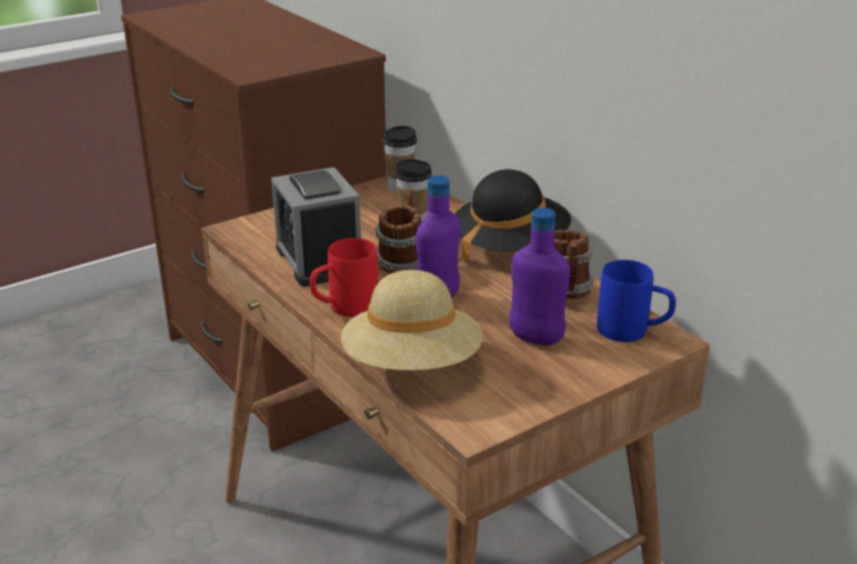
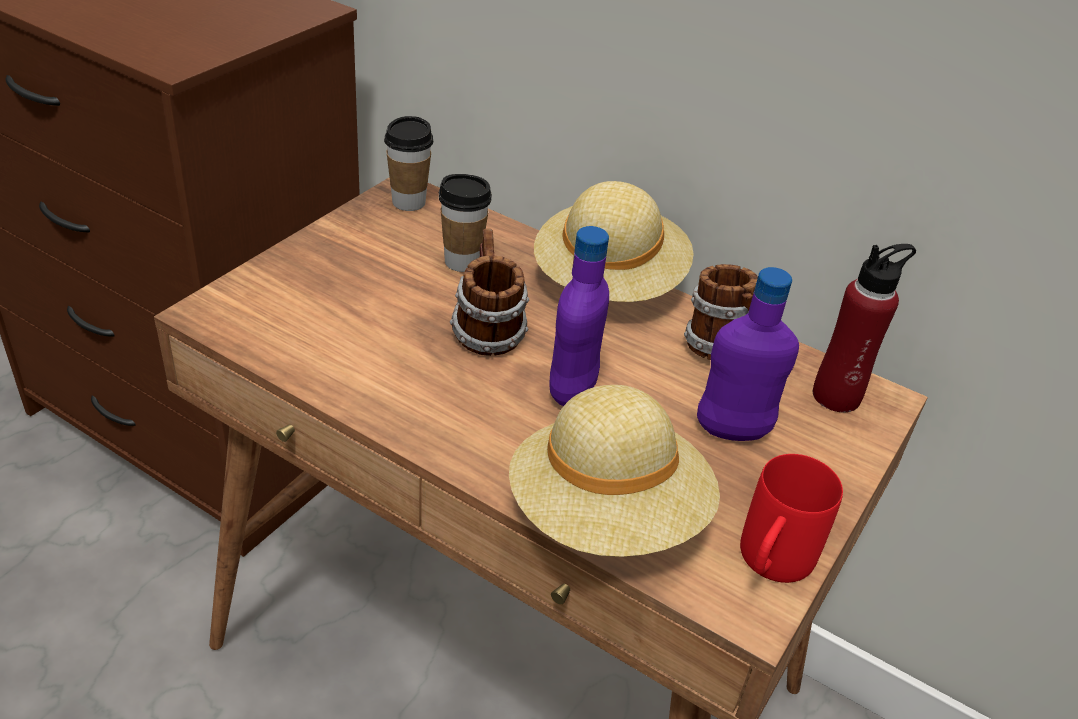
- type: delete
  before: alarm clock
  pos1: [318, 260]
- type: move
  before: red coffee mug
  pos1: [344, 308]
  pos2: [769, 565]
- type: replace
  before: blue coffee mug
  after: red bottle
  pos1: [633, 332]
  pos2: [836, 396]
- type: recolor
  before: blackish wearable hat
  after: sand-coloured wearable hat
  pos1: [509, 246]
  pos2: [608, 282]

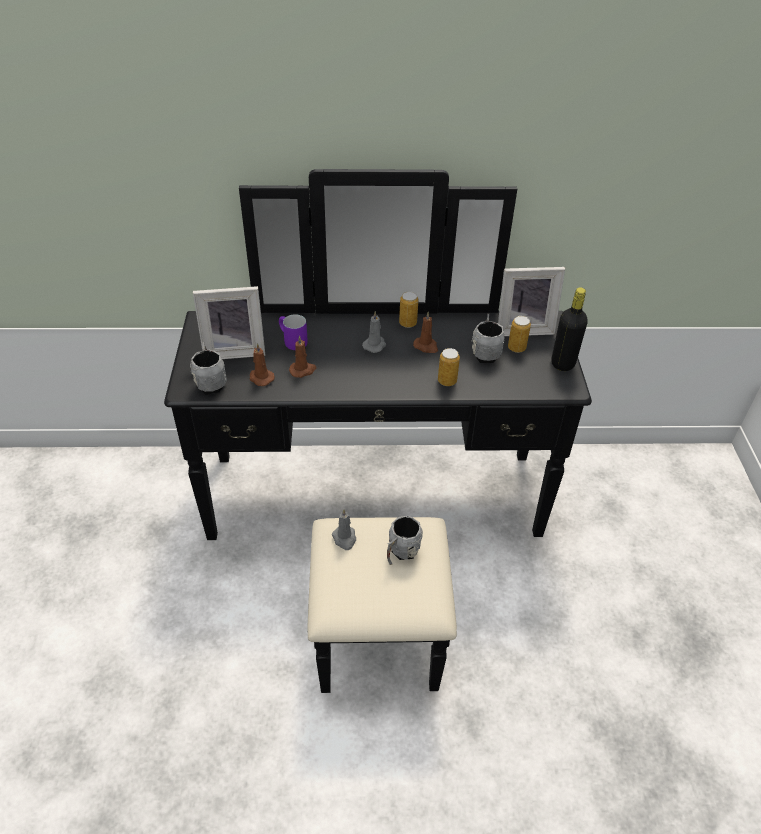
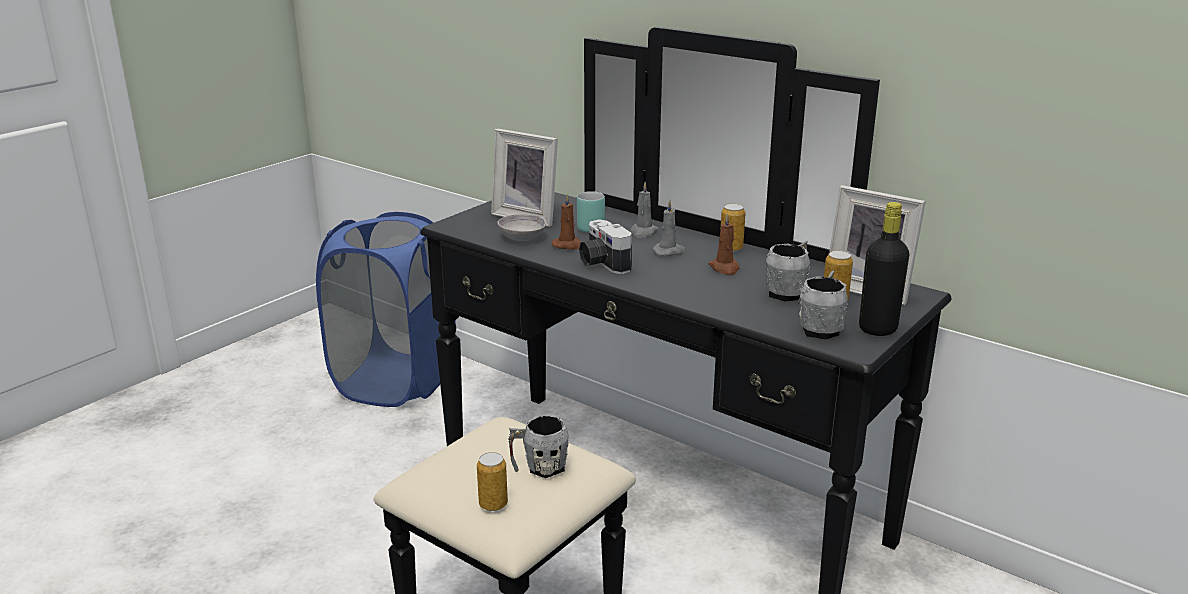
- type: insert
  after: blue washing basket
  pos2: [395, 380]
- type: insert
  after: photo camera
  pos2: [601, 263]
- type: move
  before: gray coffee mug
  pos1: [210, 382]
  pos2: [821, 328]
- type: move
  before: gray candle
  pos1: [344, 539]
  pos2: [643, 232]
- type: move
  before: sealed can
  pos1: [447, 381]
  pos2: [493, 504]
- type: replace
  before: brown candle
  after: gray deep dish
  pos1: [260, 378]
  pos2: [522, 238]
- type: recolor
  before: purple-coloured coffee mug
  after: turquoise-coloured coffee mug
  pos1: [291, 342]
  pos2: [588, 227]

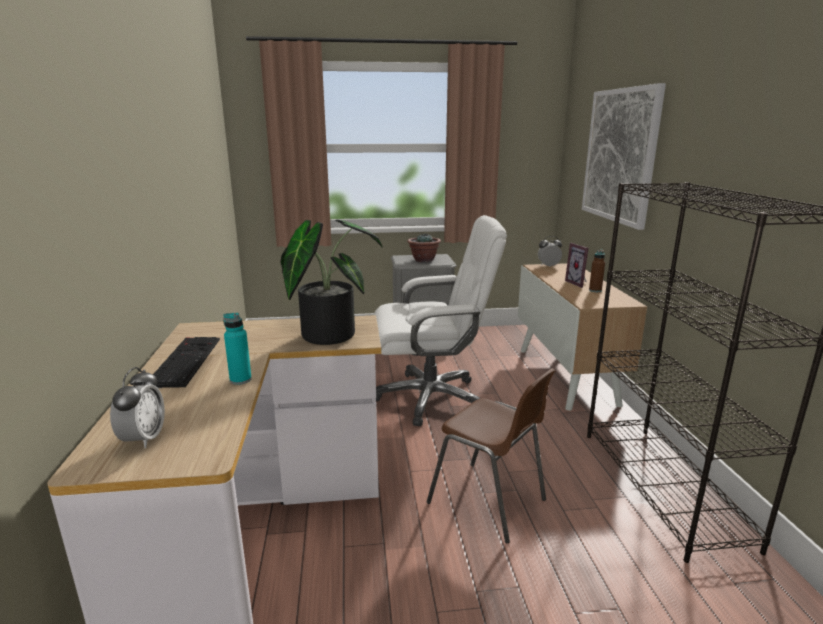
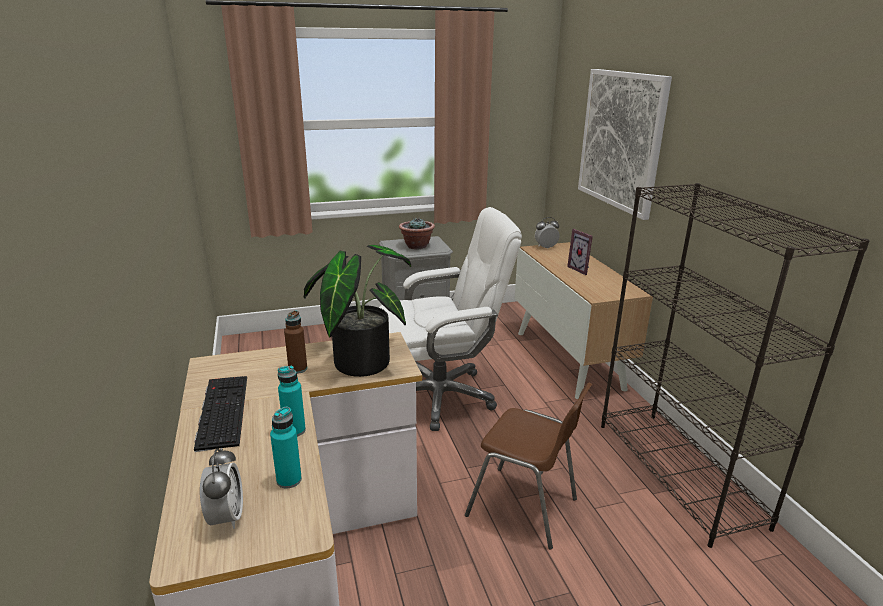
- type: insert
  after: turquoise-coloured bottle
  pos2: [289, 480]
- type: move
  before: brown bottle
  pos1: [595, 290]
  pos2: [298, 369]

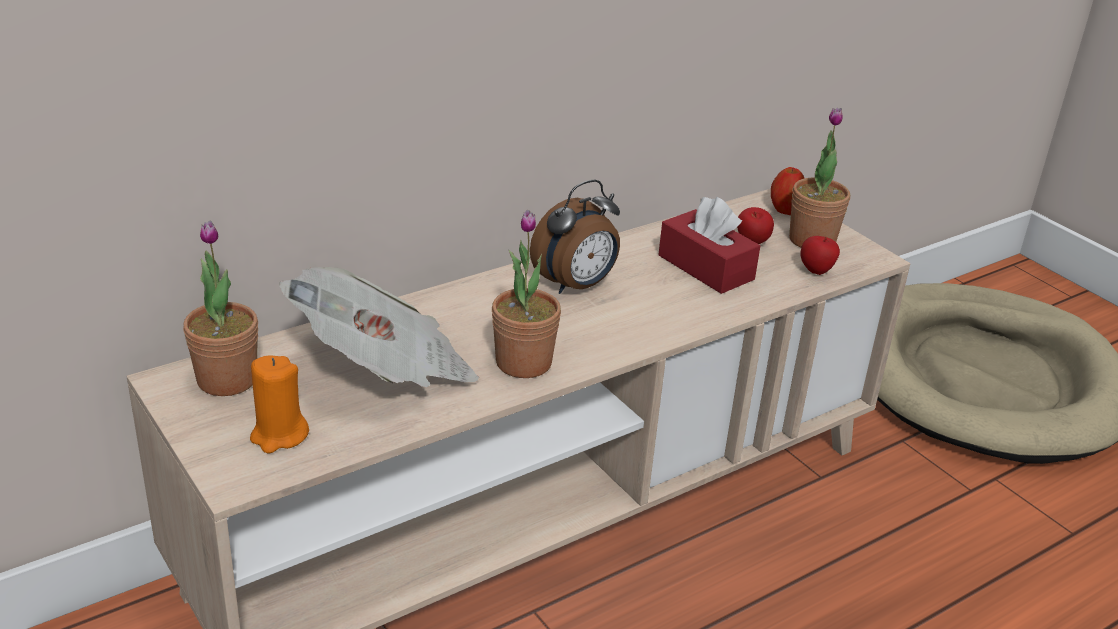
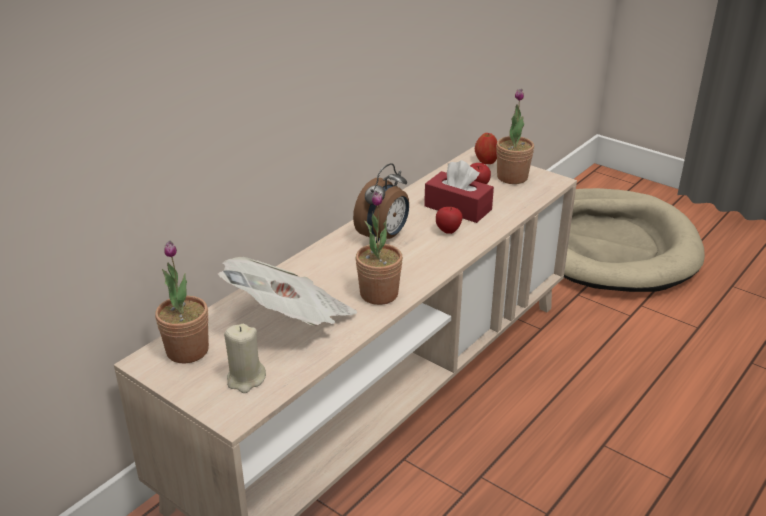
- type: move
  before: whole apple
  pos1: [816, 271]
  pos2: [448, 231]
- type: recolor
  before: orange candle
  after: sand-coloured candle
  pos1: [279, 435]
  pos2: [245, 379]

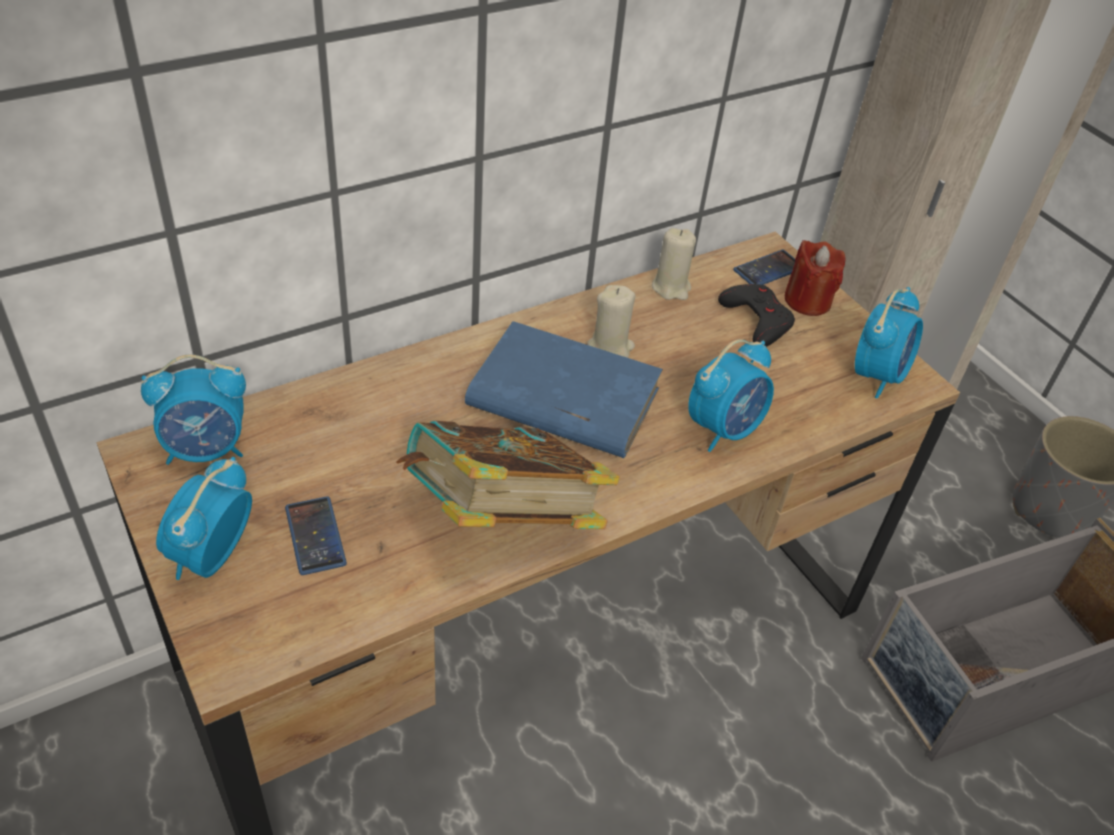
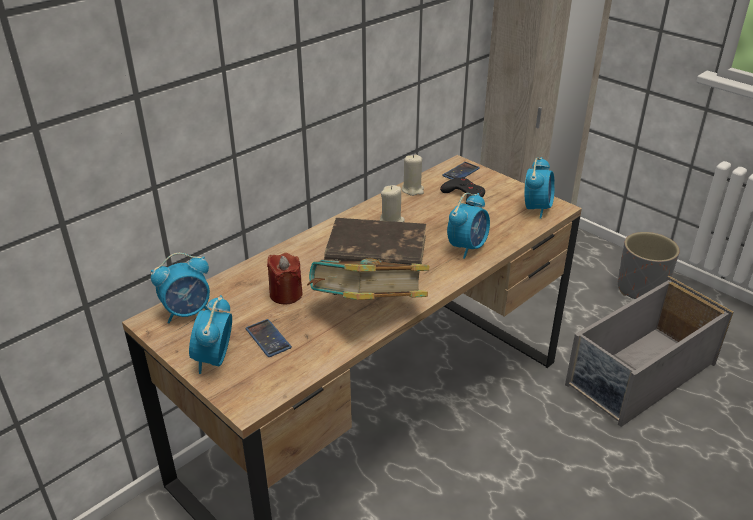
- type: move
  before: red candle
  pos1: [807, 301]
  pos2: [286, 294]
- type: recolor
  before: blue bound book
  after: brown bound book
  pos1: [562, 397]
  pos2: [375, 250]

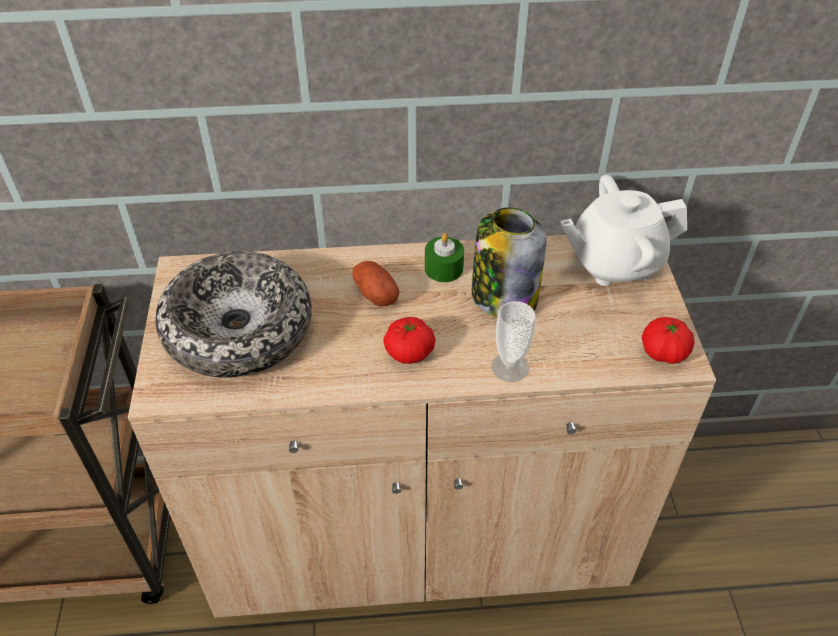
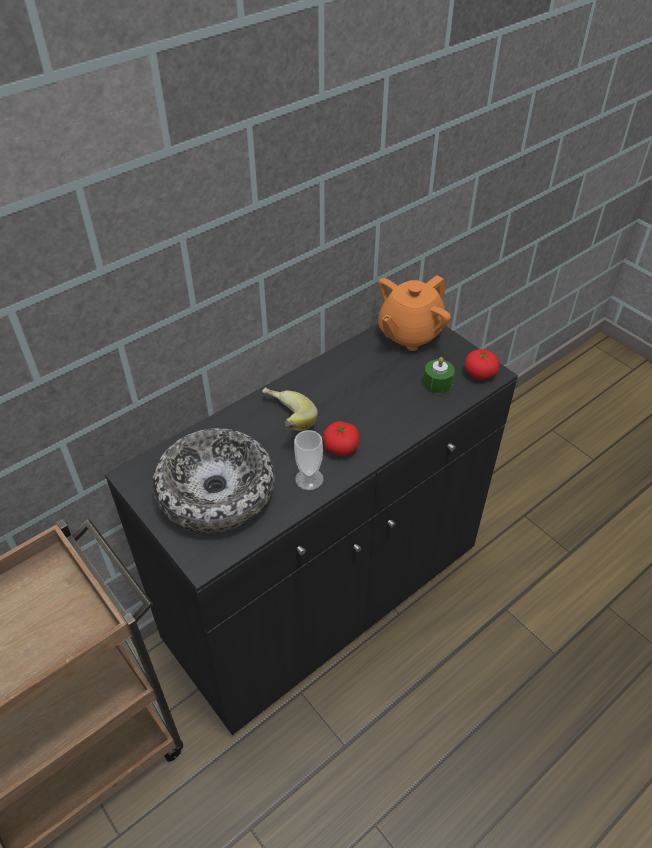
- type: delete
  before: storage jar
  pos1: [503, 296]
- type: move
  before: green candle
  pos1: [443, 268]
  pos2: [437, 383]
- type: move
  before: drinking cup
  pos1: [510, 367]
  pos2: [309, 479]
- type: replace
  before: spud
  after: whole banana
  pos1: [375, 294]
  pos2: [285, 422]
- type: recolor
  before: sand-coloured cupboard
  after: blackish cupboard
  pos1: [418, 532]
  pos2: [325, 592]
- type: recolor
  before: whitish pot for tea
  after: orange pot for tea
  pos1: [614, 263]
  pos2: [409, 334]

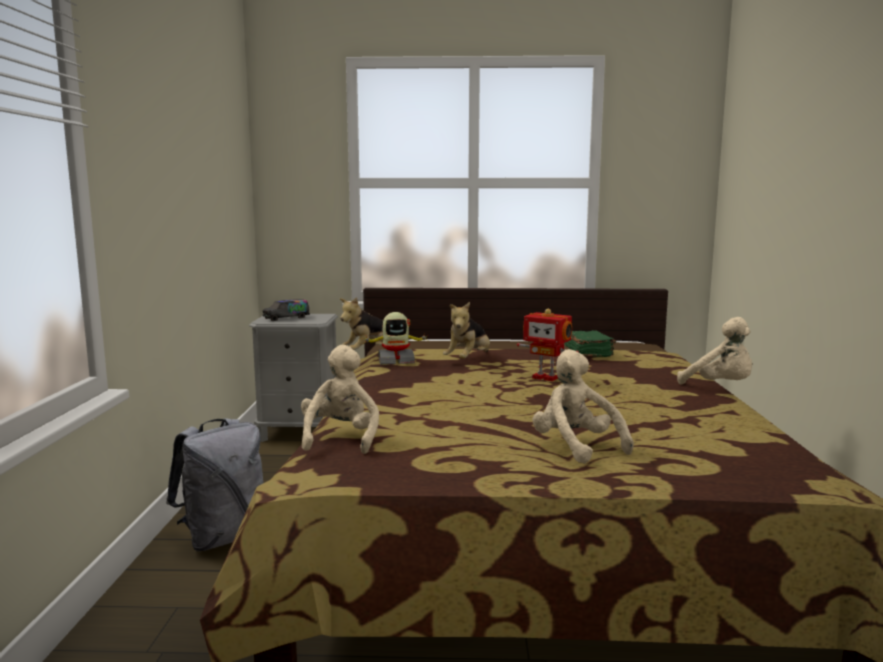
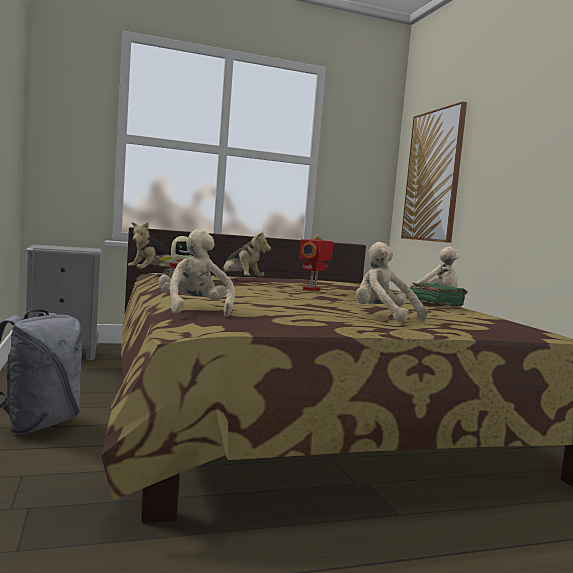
- type: delete
  before: toy truck
  pos1: [286, 318]
- type: insert
  after: picture
  pos2: [433, 176]
- type: move
  before: green bound book
  pos1: [588, 353]
  pos2: [435, 304]
- type: rotate
  before: plush toy
  pos1: [468, 360]
  pos2: [240, 280]
  turn: -60
- type: rotate
  before: model robot
  pos1: [545, 378]
  pos2: [312, 289]
  turn: 105

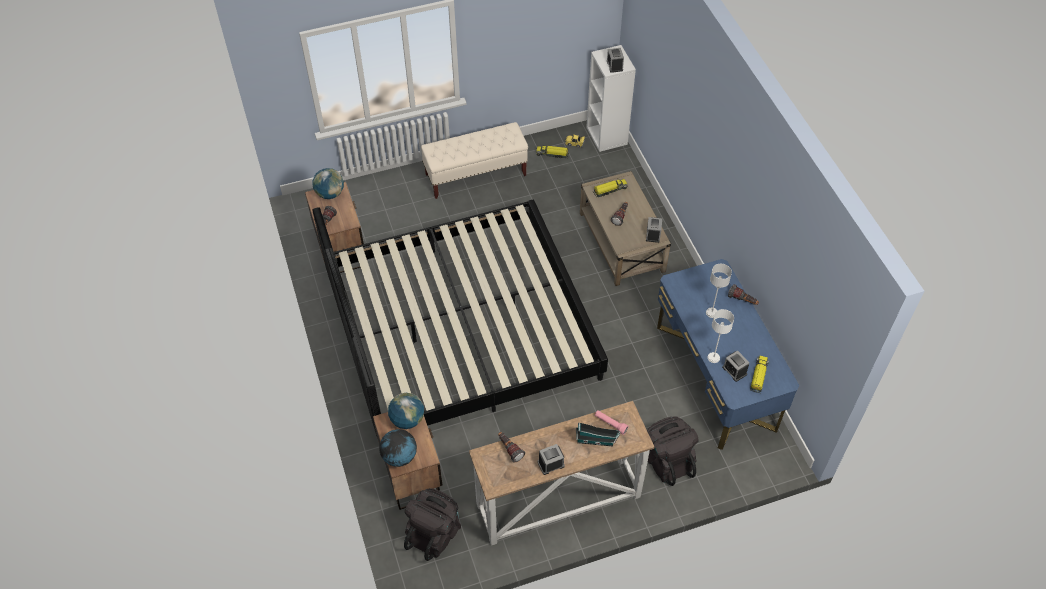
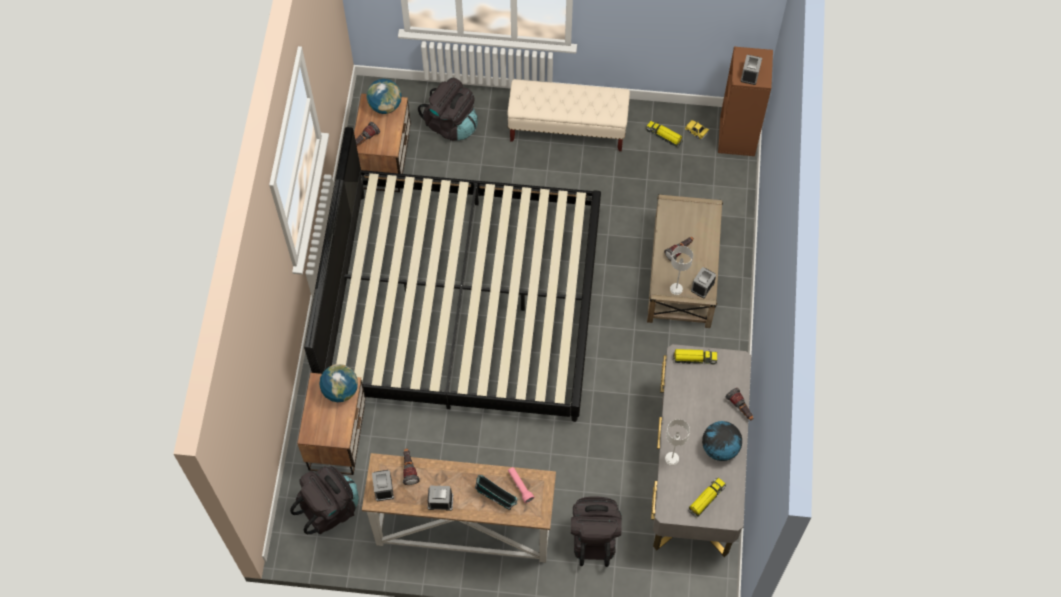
- type: insert
  after: blackish rucksack
  pos2: [451, 124]
- type: move
  before: desk globe
  pos1: [399, 457]
  pos2: [719, 448]
- type: move
  before: toy truck
  pos1: [609, 190]
  pos2: [694, 358]
- type: move
  before: gray table lamp
  pos1: [711, 313]
  pos2: [676, 289]
- type: move
  before: alarm clock
  pos1: [734, 370]
  pos2: [383, 488]
- type: recolor
  before: whitish bookcase
  after: brown bookcase
  pos1: [607, 136]
  pos2: [737, 136]
- type: recolor
  before: blue desk table
  after: gray desk table
  pos1: [715, 377]
  pos2: [695, 469]

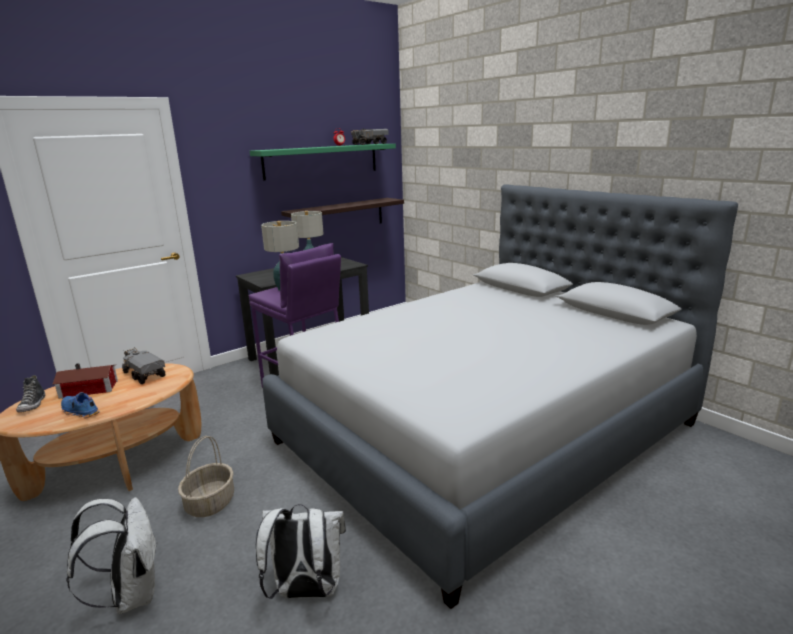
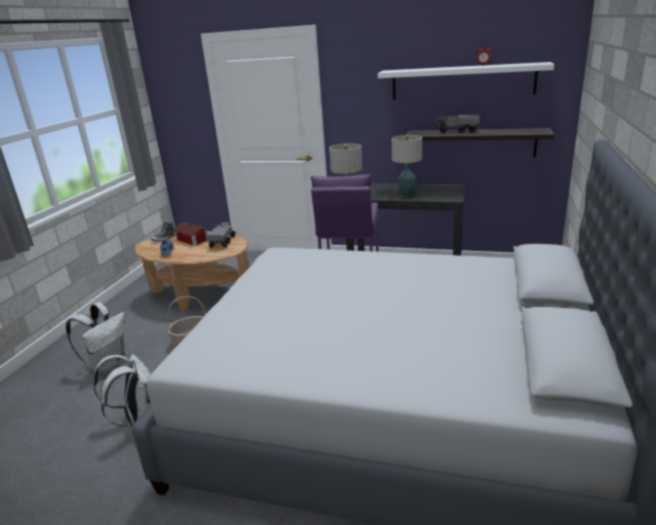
- type: move
  before: toy truck
  pos1: [369, 144]
  pos2: [458, 131]
- type: recolor
  before: green shelf
  after: whitish shelf
  pos1: [322, 161]
  pos2: [462, 81]

